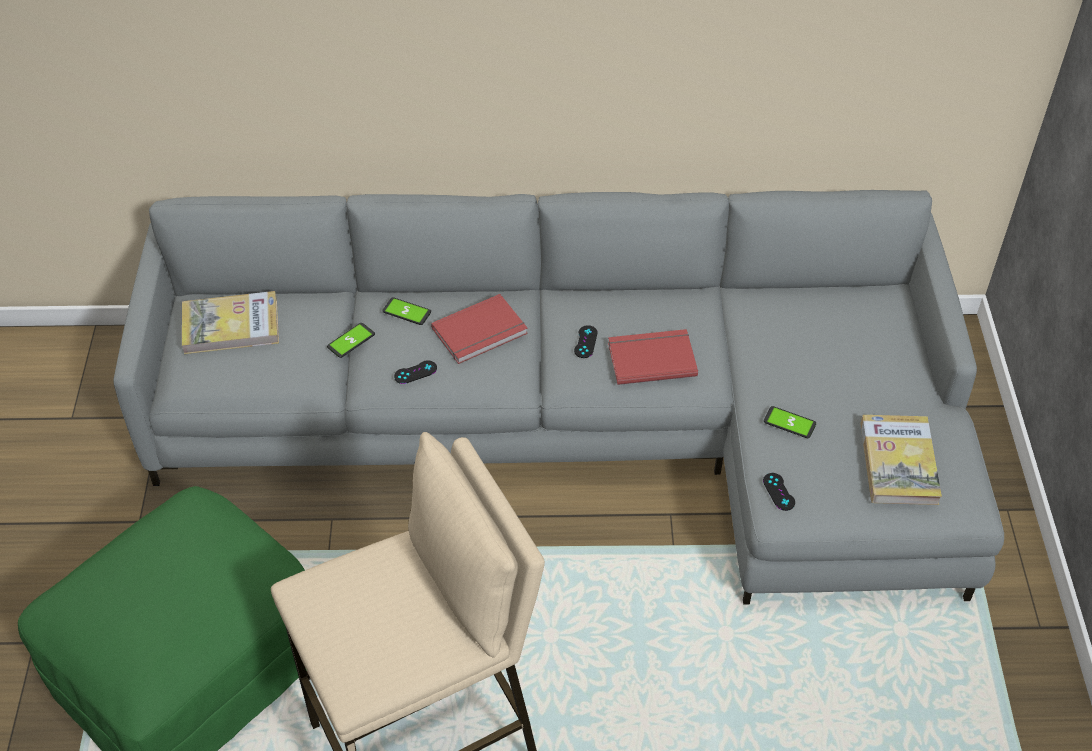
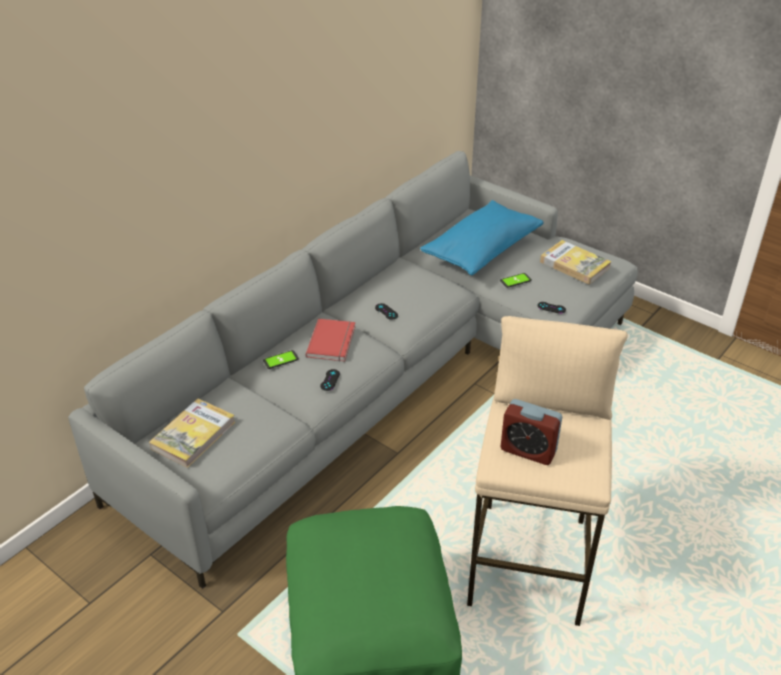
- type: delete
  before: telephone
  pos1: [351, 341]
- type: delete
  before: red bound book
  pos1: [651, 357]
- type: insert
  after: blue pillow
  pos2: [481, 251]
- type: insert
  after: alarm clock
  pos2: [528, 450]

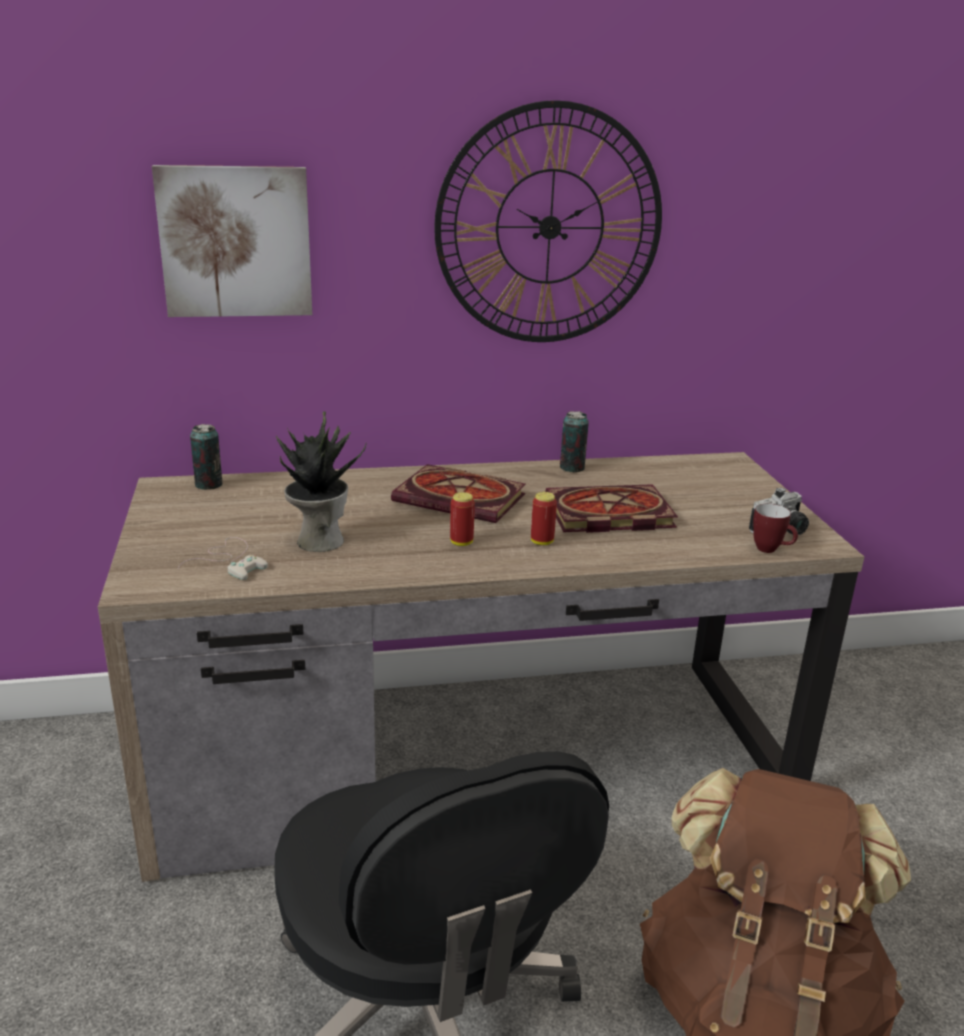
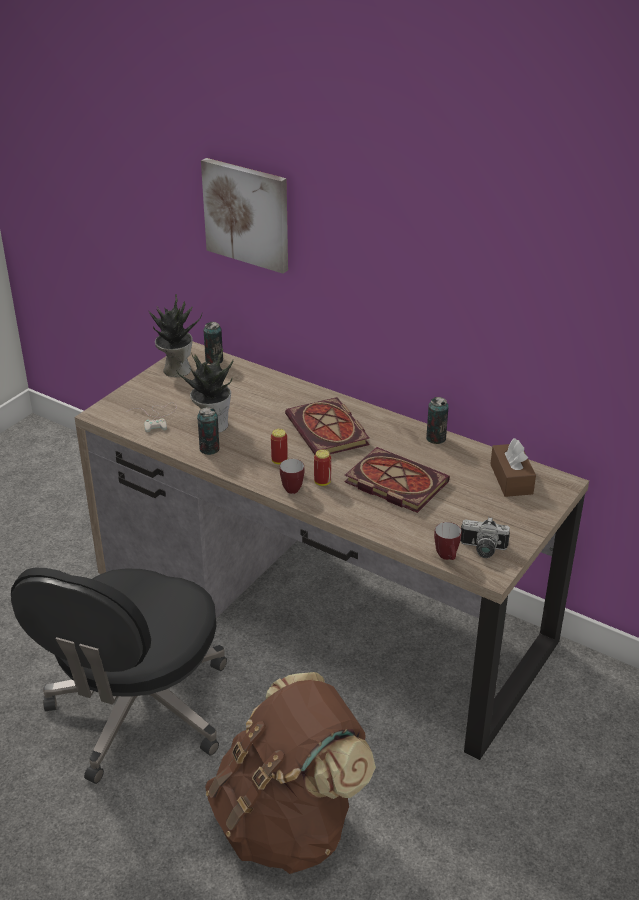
- type: delete
  before: hanging clock
  pos1: [549, 227]
- type: insert
  after: potted plant
  pos2: [176, 369]
- type: insert
  after: sealed can
  pos2: [209, 449]
- type: insert
  after: coffee mug
  pos2: [293, 488]
- type: insert
  after: brown tissue holder
  pos2: [511, 479]

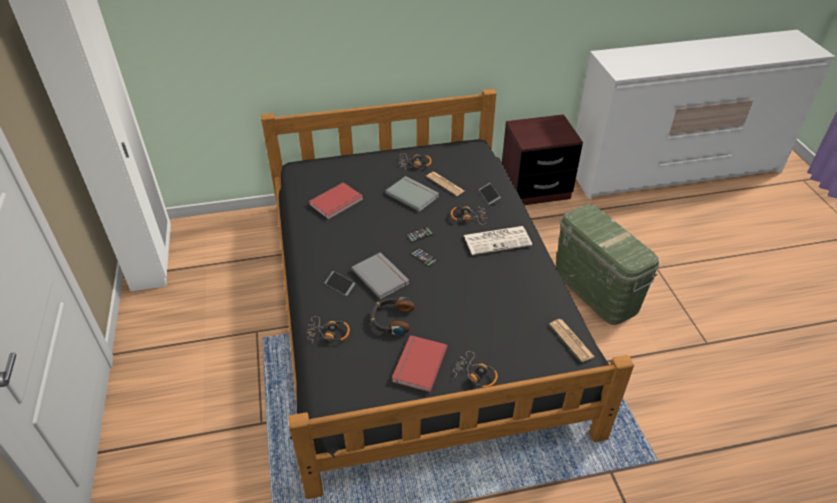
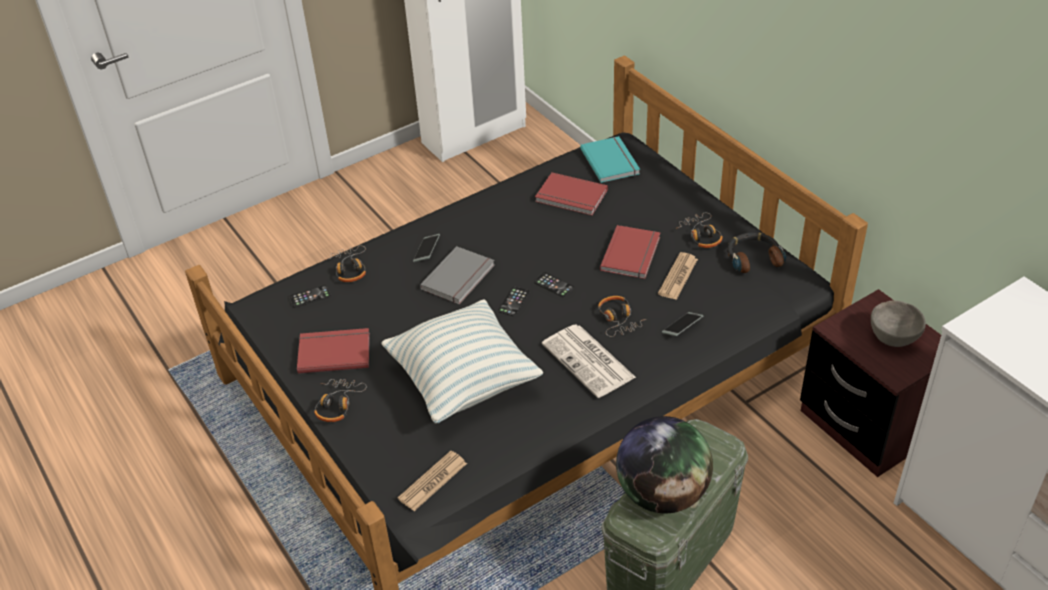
- type: insert
  after: telephone
  pos2: [310, 297]
- type: insert
  after: pillow
  pos2: [463, 382]
- type: insert
  after: turquoise-coloured bound book
  pos2: [611, 161]
- type: insert
  after: desk globe
  pos2: [662, 493]
- type: insert
  after: gray deep dish
  pos2: [894, 337]
- type: move
  before: pair of headphones
  pos1: [391, 319]
  pos2: [753, 257]
- type: recolor
  before: gray bound book
  after: red bound book
  pos1: [413, 194]
  pos2: [632, 254]

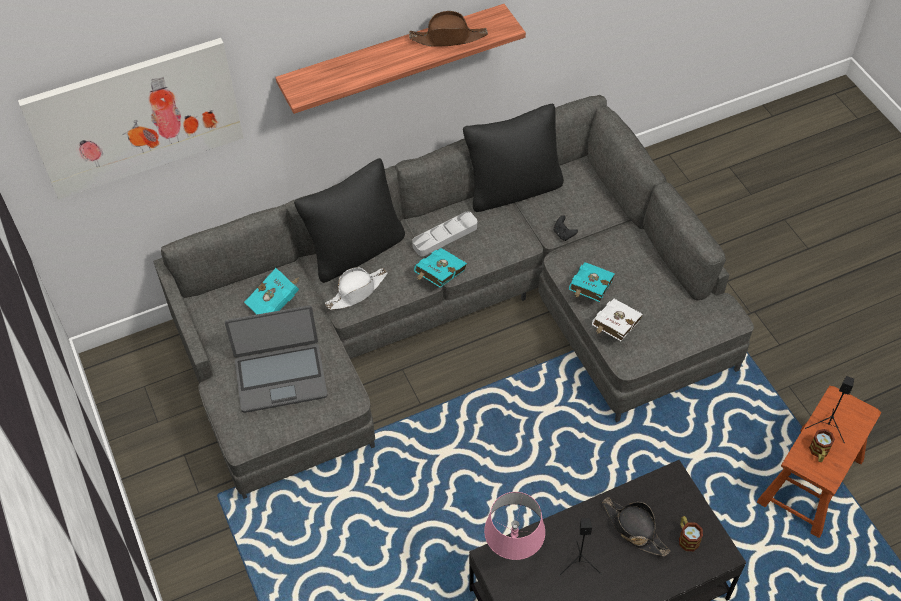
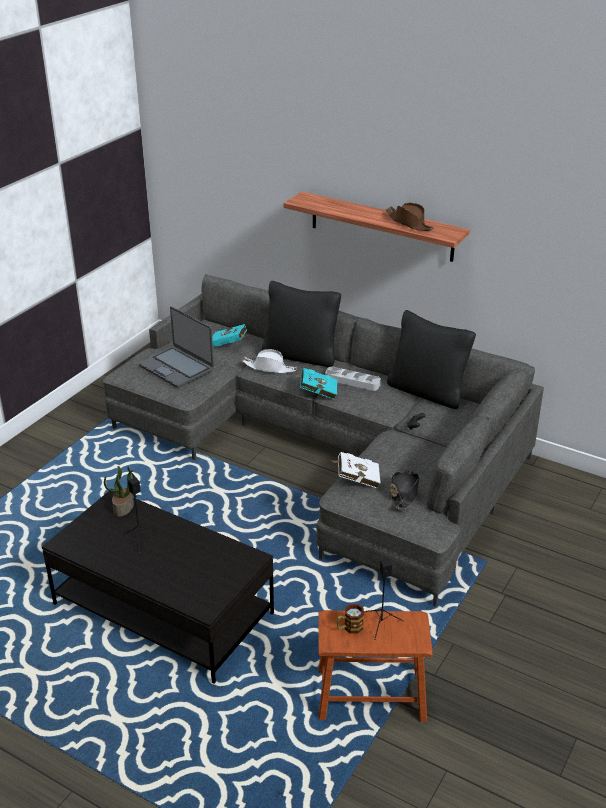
- type: delete
  before: picture
  pos1: [136, 117]
- type: delete
  before: turquoise-coloured bound book
  pos1: [589, 291]
- type: delete
  before: coffee mug
  pos1: [686, 537]
- type: move
  before: blackish wearable hat
  pos1: [634, 529]
  pos2: [404, 493]
- type: replace
  before: pinkish table lamp
  after: potted plant
  pos1: [513, 554]
  pos2: [124, 507]

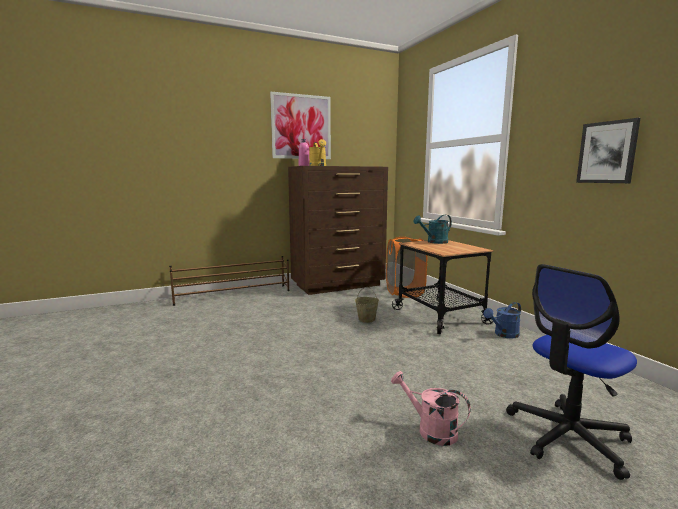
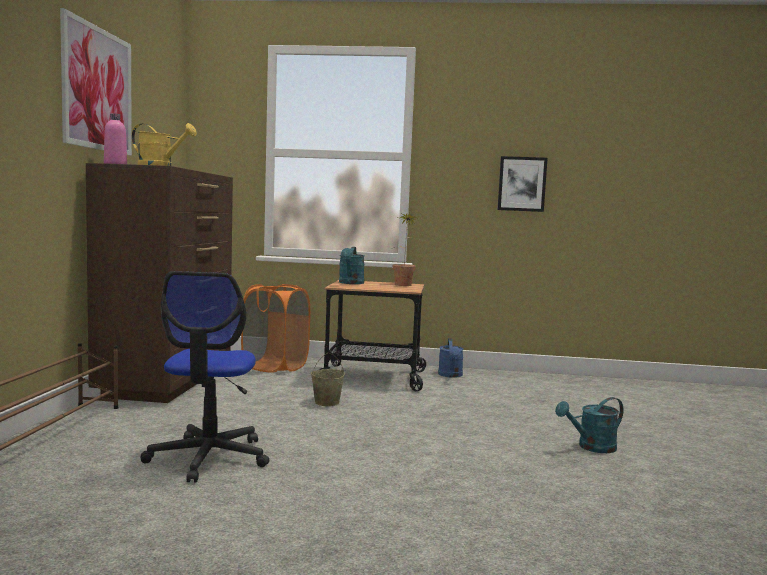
- type: insert
  after: potted plant
  pos2: [404, 284]
- type: move
  before: desk chair
  pos1: [567, 436]
  pos2: [208, 457]
- type: recolor
  before: pinkish watering can
  after: turquoise-coloured watering can
  pos1: [430, 430]
  pos2: [591, 447]

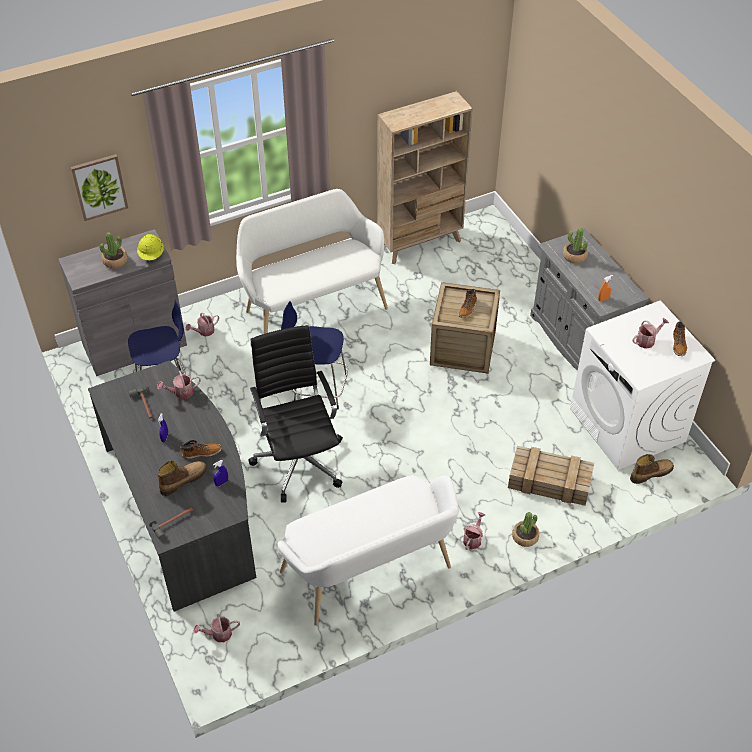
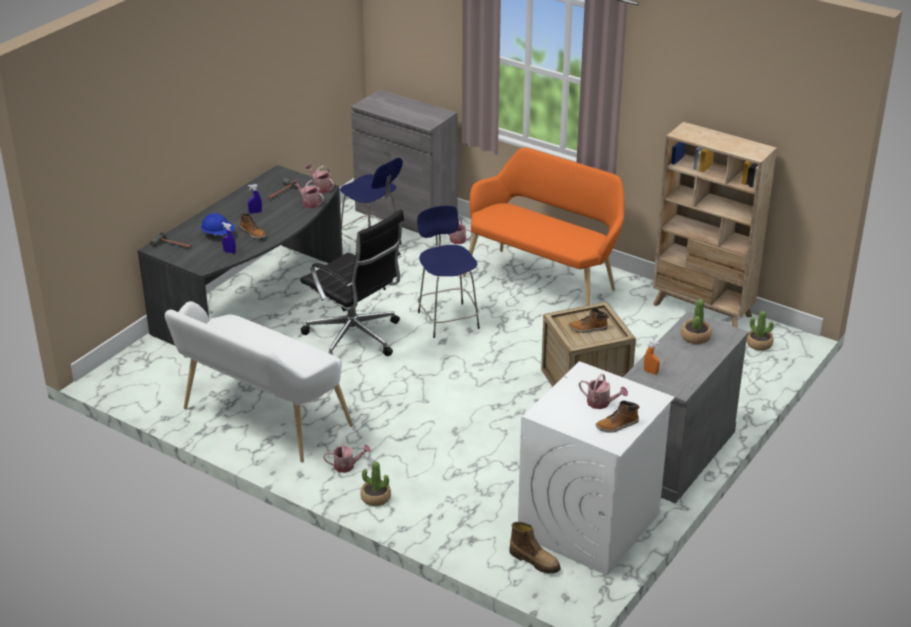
- type: delete
  before: picture
  pos1: [99, 187]
- type: delete
  before: yellow safety helmet
  pos1: [152, 255]
- type: delete
  before: packing crate
  pos1: [551, 481]
- type: move
  before: potted plant
  pos1: [115, 261]
  pos2: [759, 344]
- type: move
  before: watering can
  pos1: [218, 634]
  pos2: [320, 188]
- type: replace
  before: boot
  after: blue safety helmet
  pos1: [183, 480]
  pos2: [218, 235]
- type: recolor
  before: whitish bench
  after: orange bench
  pos1: [312, 307]
  pos2: [544, 281]
- type: rotate
  before: blackish desk chair
  pos1: [299, 460]
  pos2: [355, 338]
  turn: 90

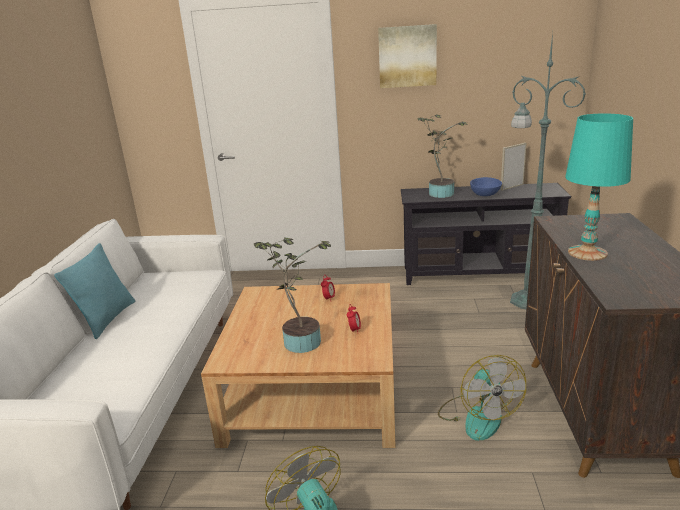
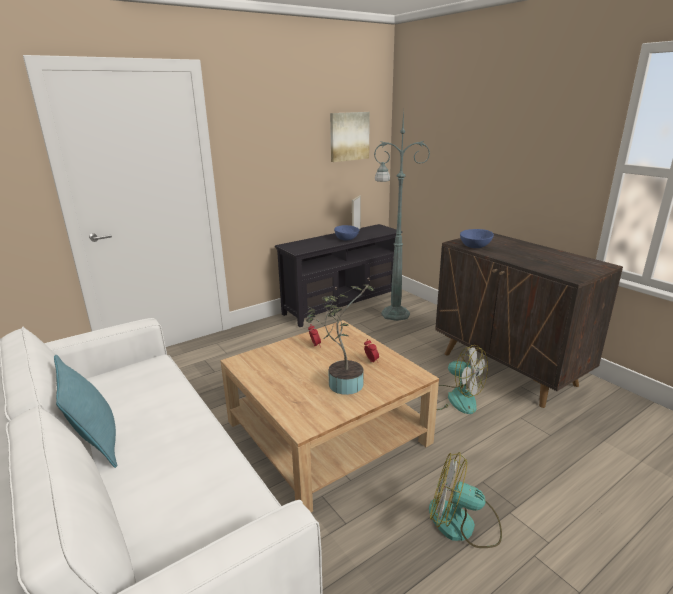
- type: delete
  before: potted plant
  pos1: [440, 193]
- type: delete
  before: turquoise-coloured table lamp
  pos1: [587, 253]
- type: insert
  after: blue deep dish
  pos2: [475, 246]
- type: move
  before: picture
  pos1: [407, 56]
  pos2: [349, 136]

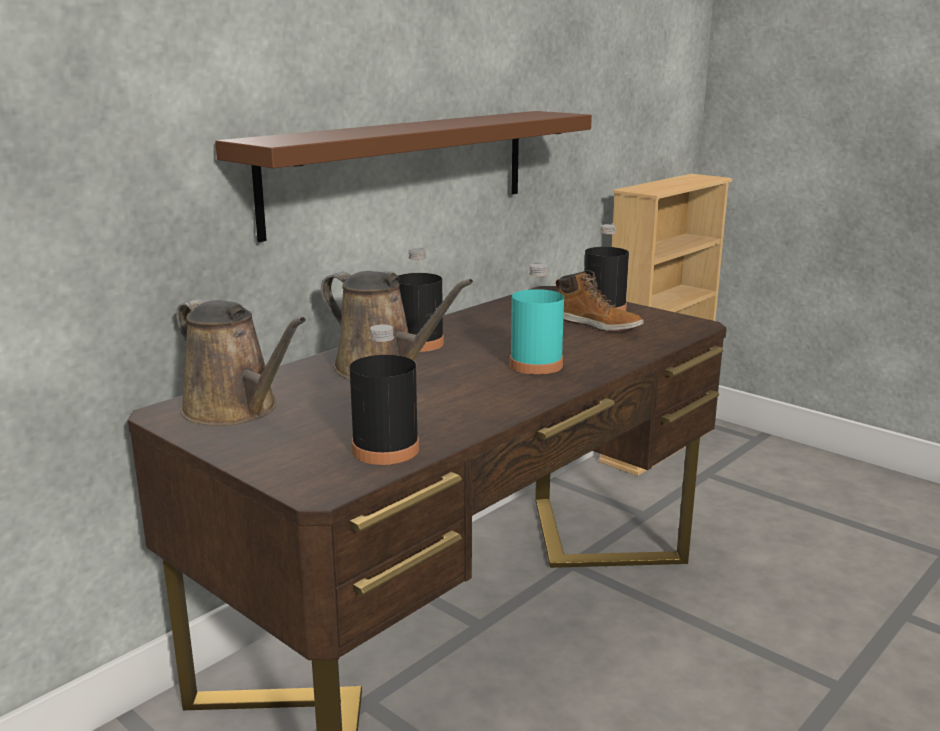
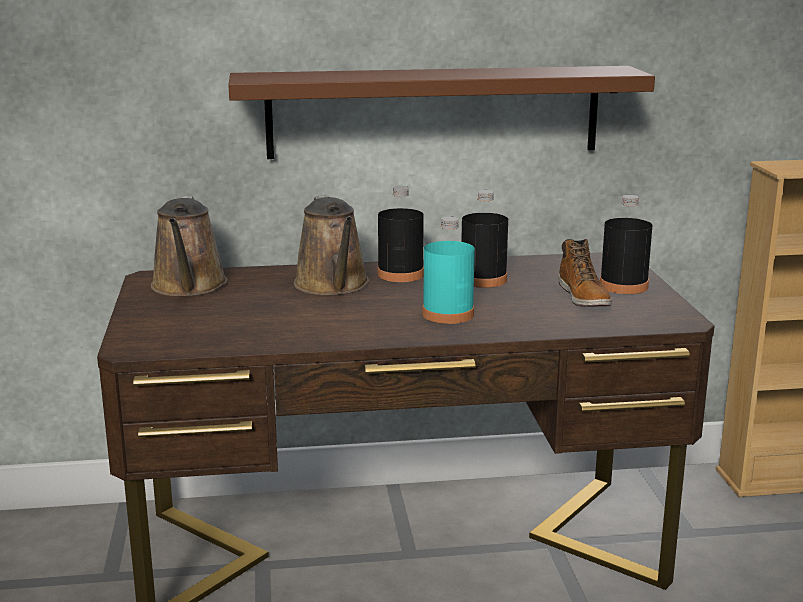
- type: move
  before: blackish bottle
  pos1: [385, 450]
  pos2: [483, 280]

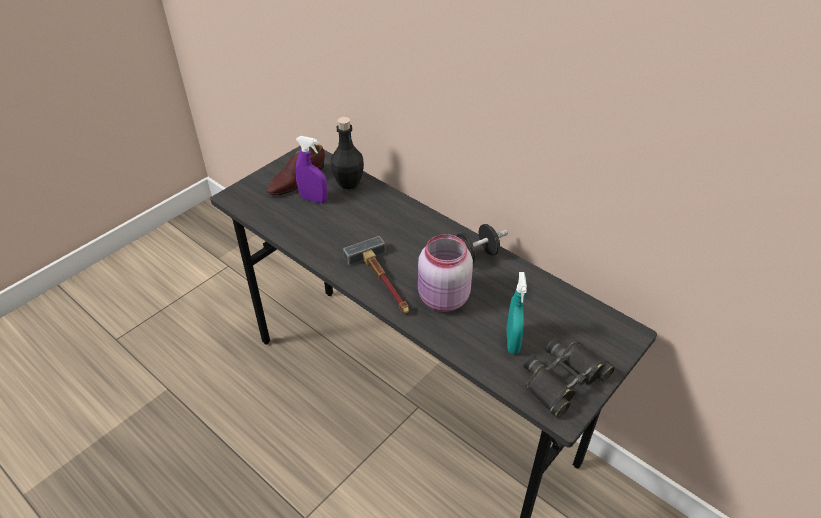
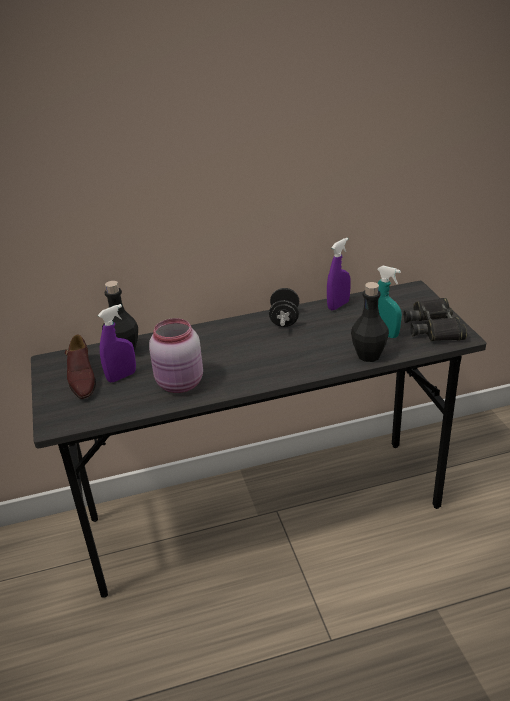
- type: delete
  before: hammer
  pos1: [383, 282]
- type: insert
  after: purple-coloured spray bottle
  pos2: [338, 305]
- type: insert
  after: blackish bottle
  pos2: [368, 355]
- type: move
  before: pinkish storage jar
  pos1: [442, 299]
  pos2: [180, 384]

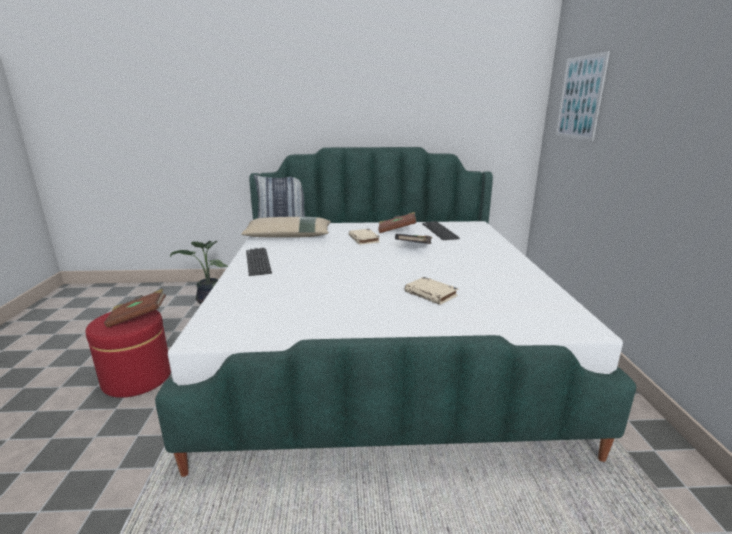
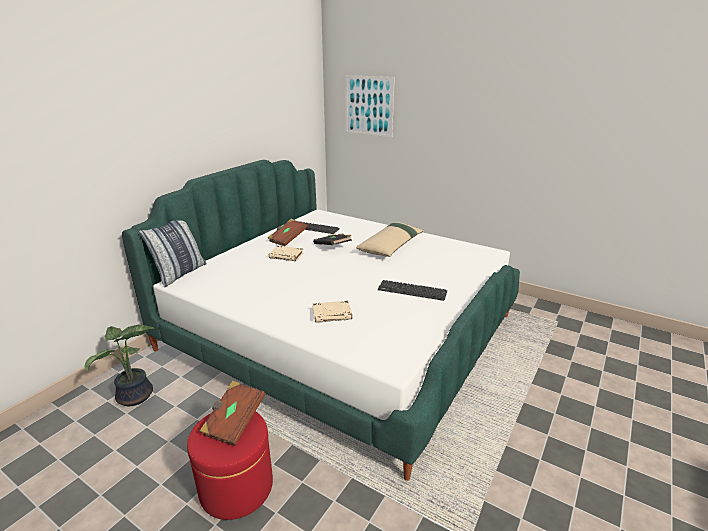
- type: move
  before: sand-coloured pillow
  pos1: [288, 236]
  pos2: [391, 246]
- type: move
  before: PC keyboard
  pos1: [258, 262]
  pos2: [412, 291]
- type: move
  before: sand-coloured bound book
  pos1: [431, 294]
  pos2: [332, 314]

